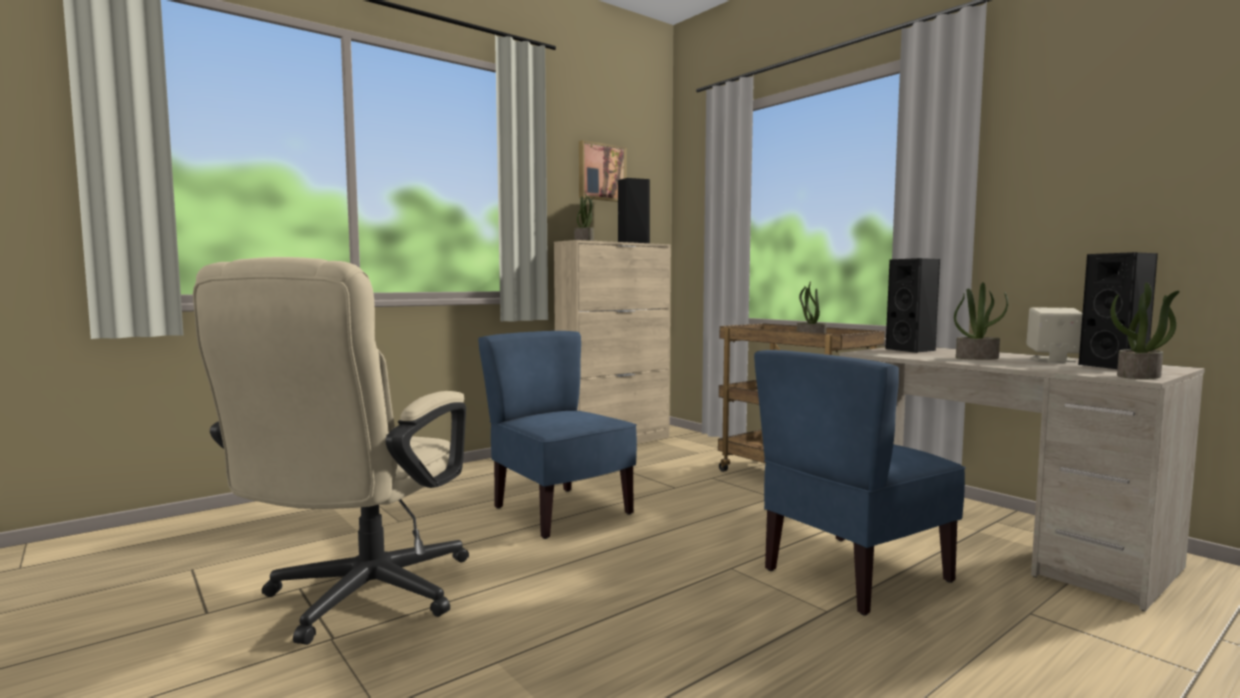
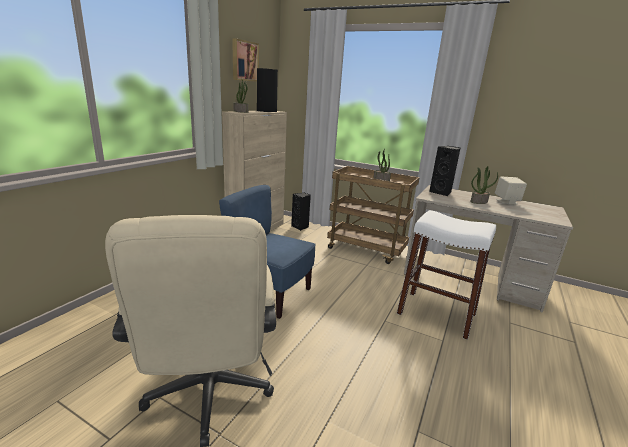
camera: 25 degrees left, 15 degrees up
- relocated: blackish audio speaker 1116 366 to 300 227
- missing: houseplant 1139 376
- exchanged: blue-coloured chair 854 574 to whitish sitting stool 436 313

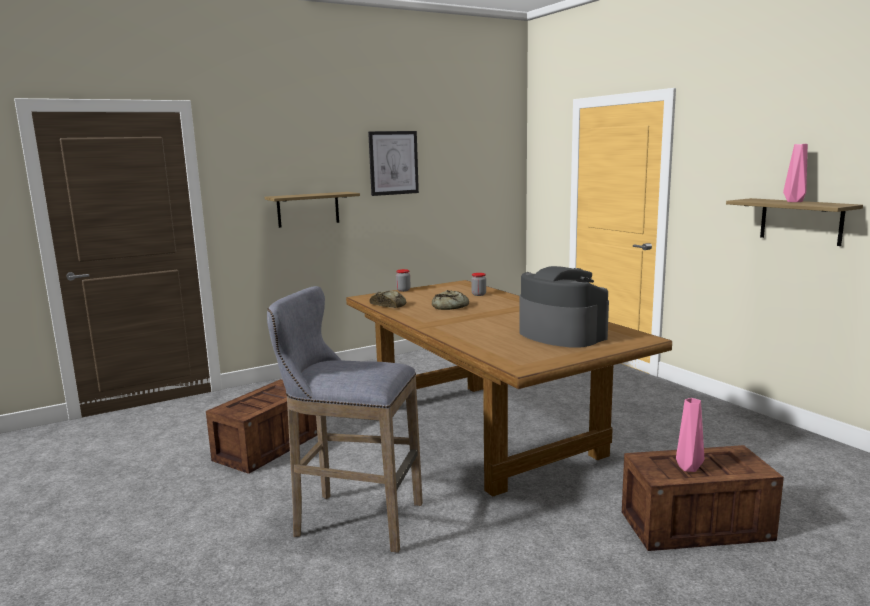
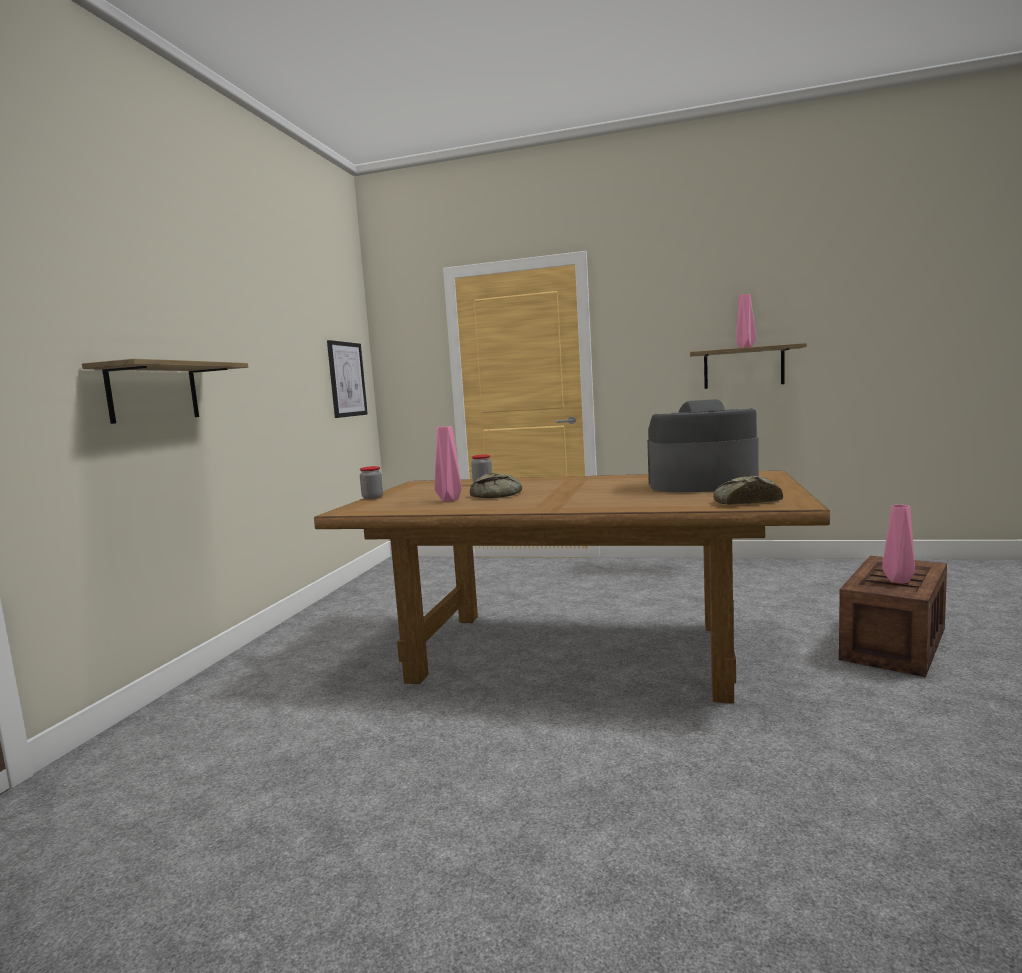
camera: 45 degrees left, 5 degrees down
- relocated: picture 393 163 to 346 379
- missing: greyish sitting stool 352 520
- relocated: bread 389 304 to 744 501
- missing: crate 269 446
- appeared: pinkish decorative vase 450 500

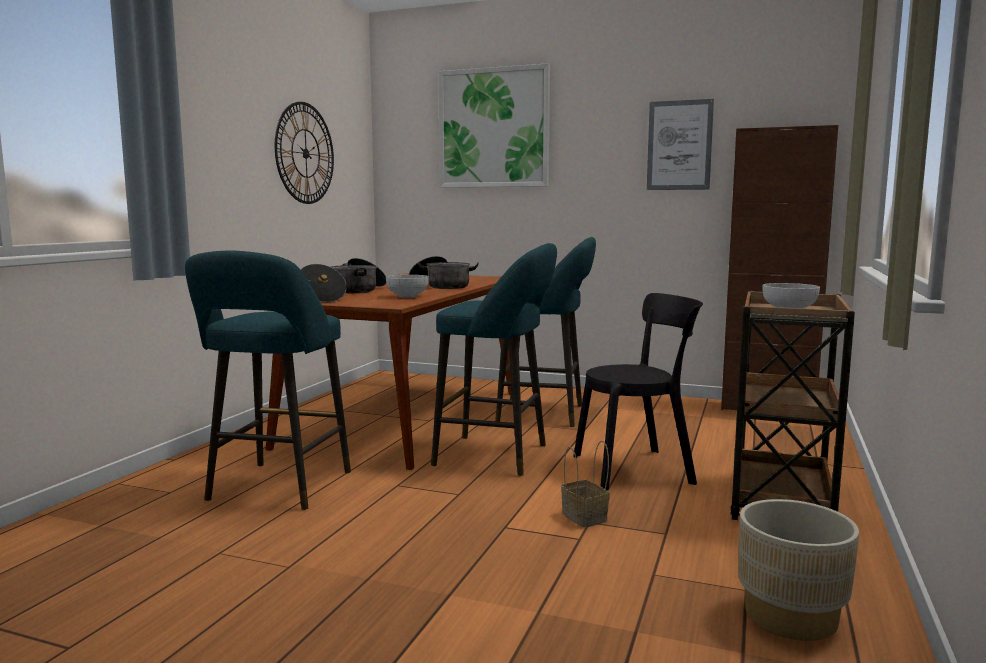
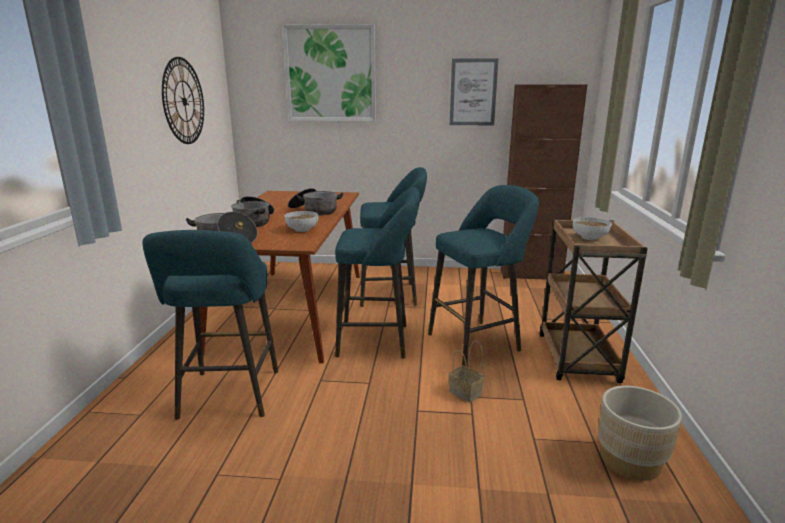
camera: 15 degrees left, 10 degrees up
- exchanged: blackish chair 638 469 to turquoise sitting stool 478 341

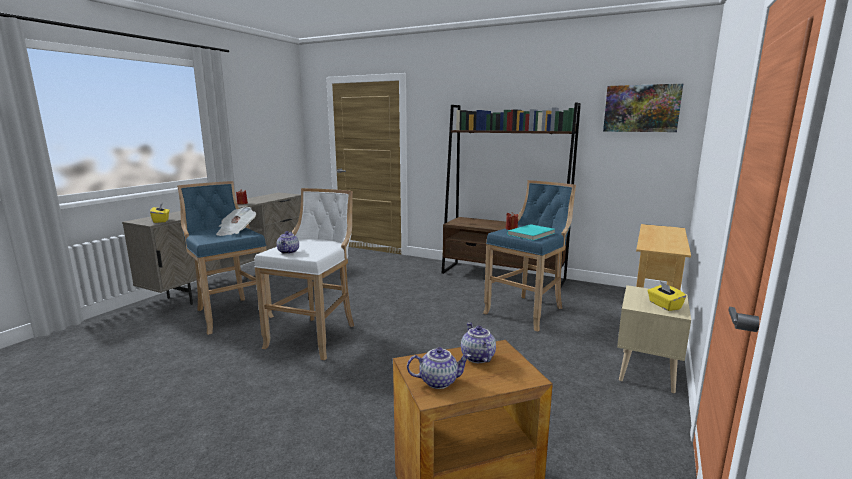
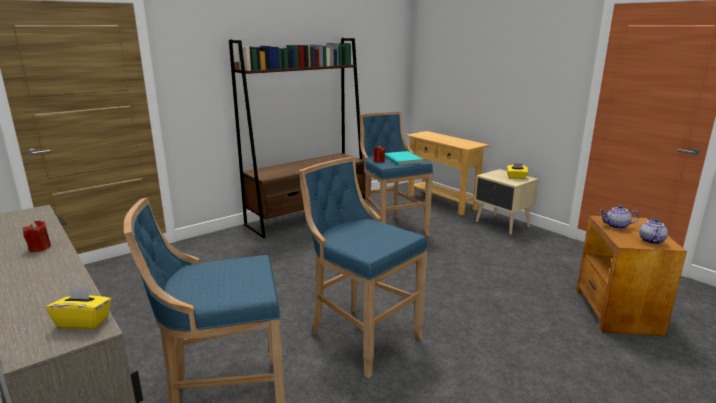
camera: 65 degrees left, 5 degrees up
- missing: picture 641 108
- colour: whitish sitting stool 315 336 to blue-coloured sitting stool 361 336
- missing: daily paper 236 231
- missing: pot for tea 289 252

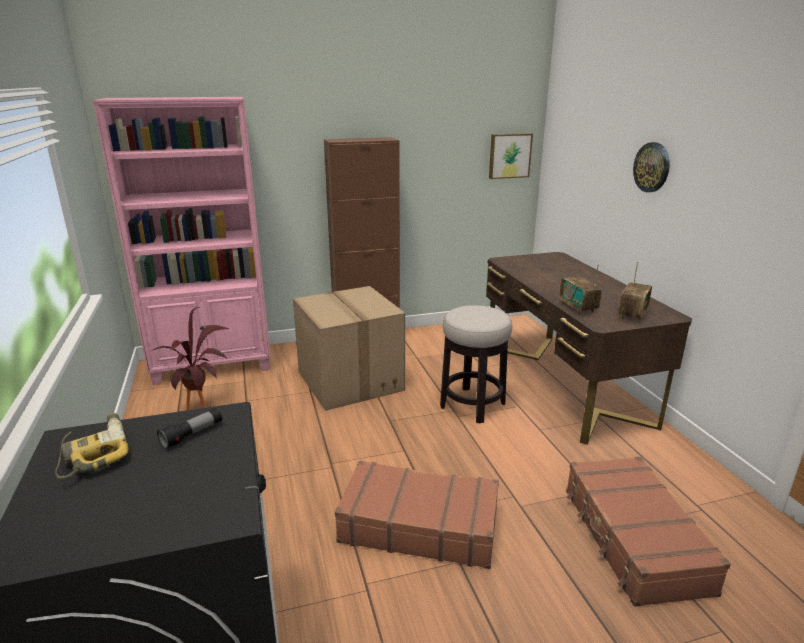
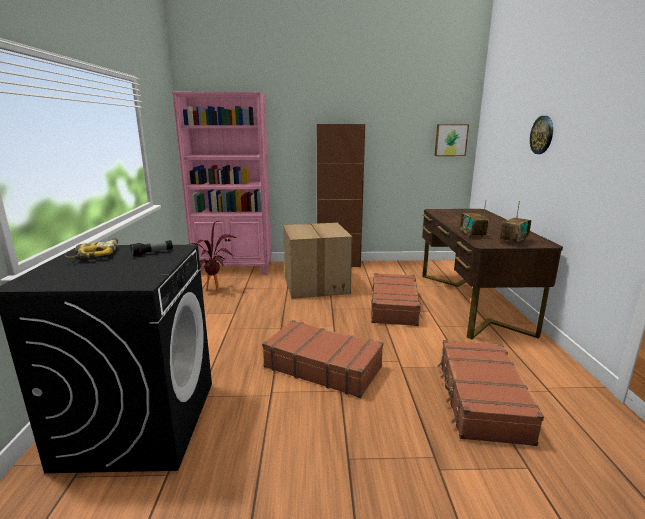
camera: 15 degrees right, 5 degrees down
- exchanged: sitting stool 472 405 to brownish suitcase 394 307

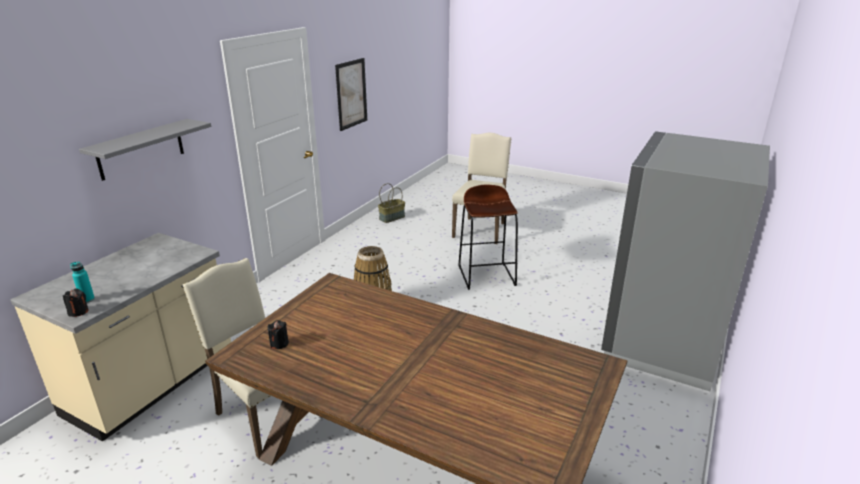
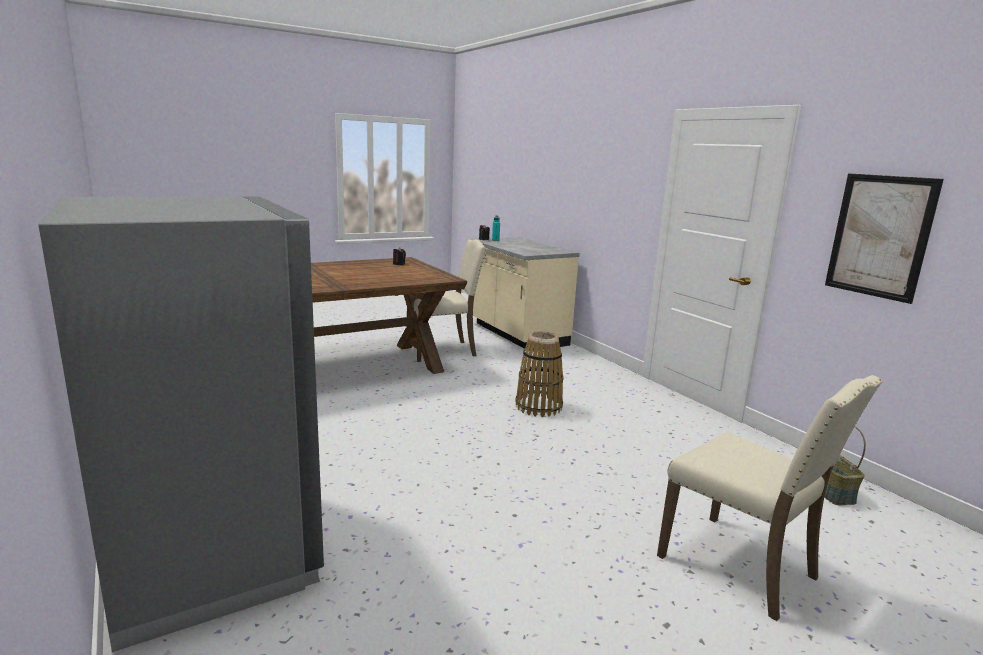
camera: 120 degrees right, 10 degrees down
- missing: greyish bracket shelf 141 149
- missing: brownish sitting stool 486 275

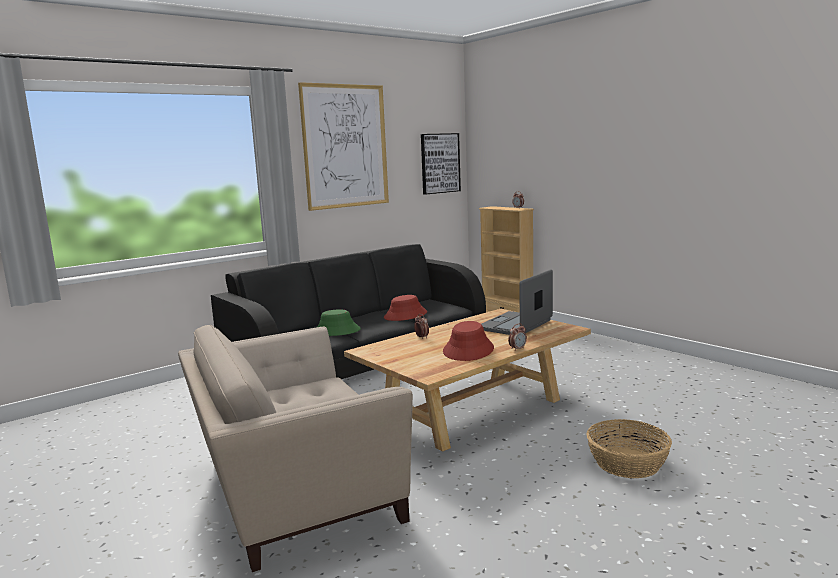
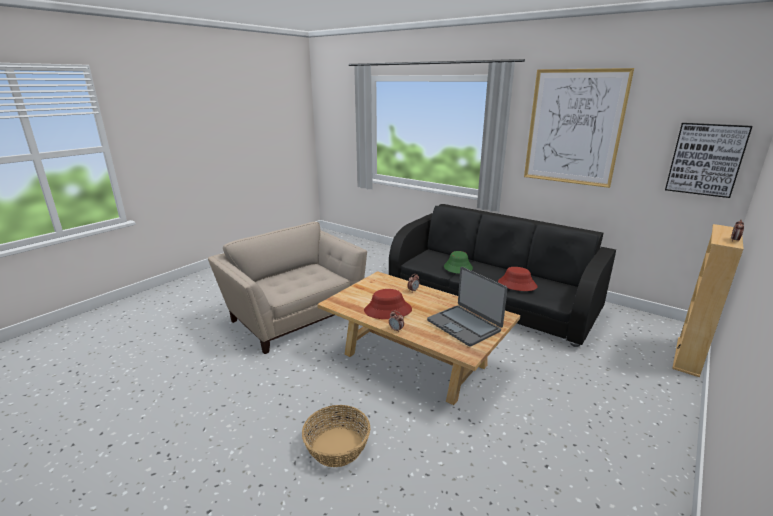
camera: 75 degrees right, 10 degrees up
- spun: notebook computer 516 325 = 464 325 150 degrees counterclockwise

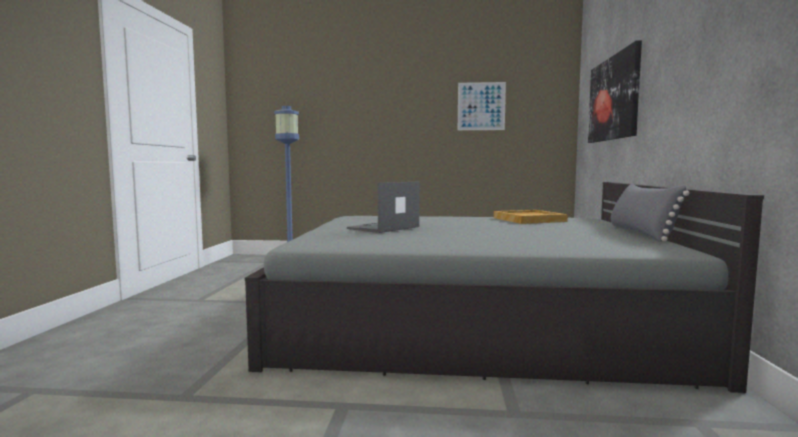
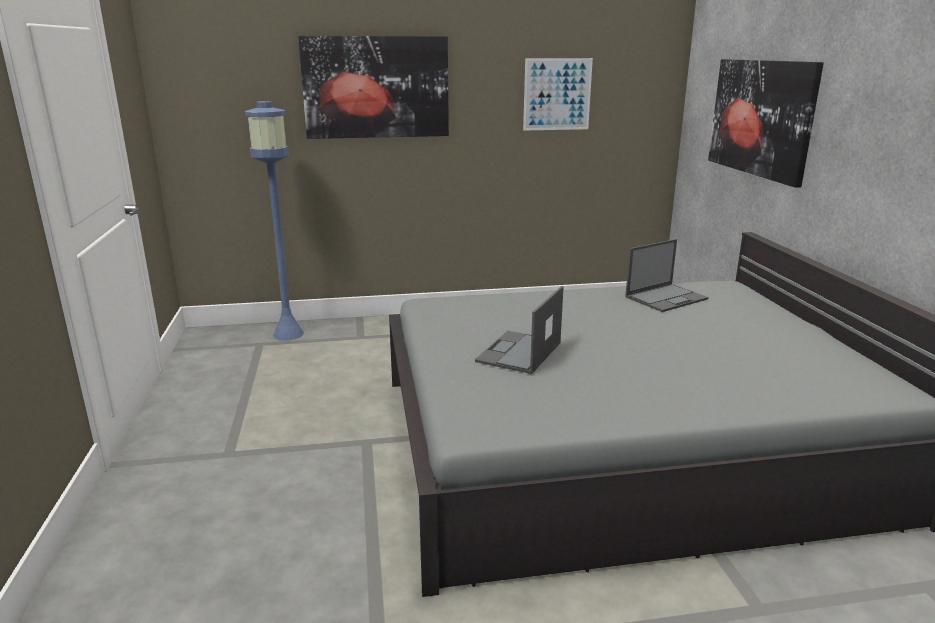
camera: 15 degrees left, 15 degrees up
- missing: greyish throw pillow 641 233
- exchanged: beige-coloured serving tray 529 219 to notebook computer 666 298
- appeared: picture 376 87

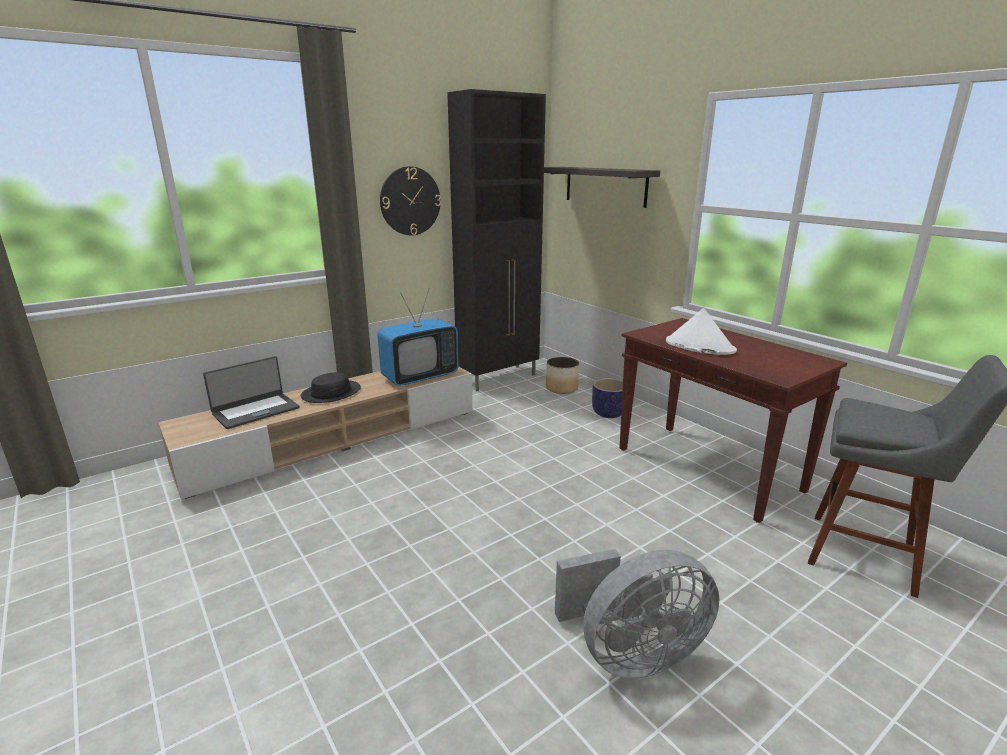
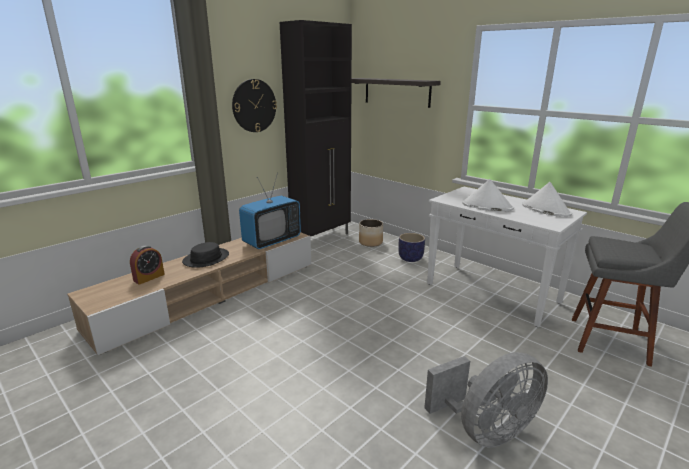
camera: 10 degrees left, 0 degrees up
- colour: brownish hall table 709 470 to whitish hall table 493 293
- exchanged: notebook computer 255 411 to bedside clock 149 277
- appeared: whitish clothing hat 545 209

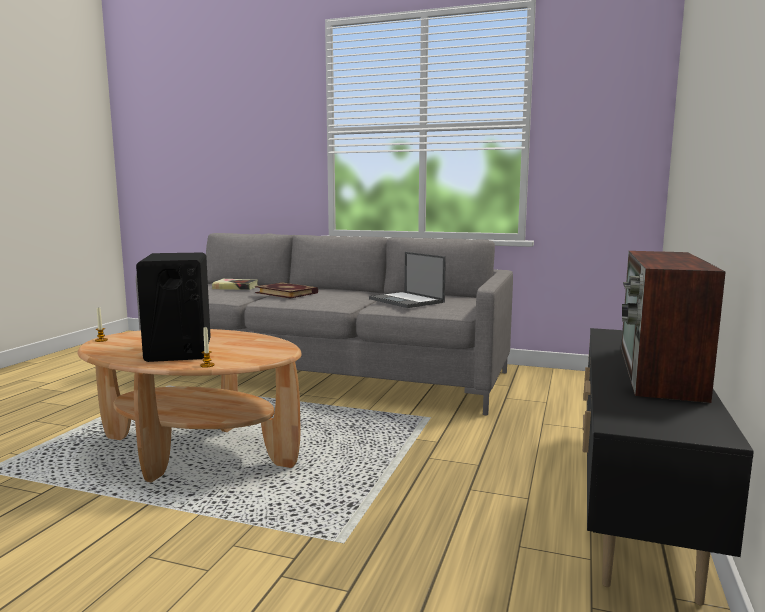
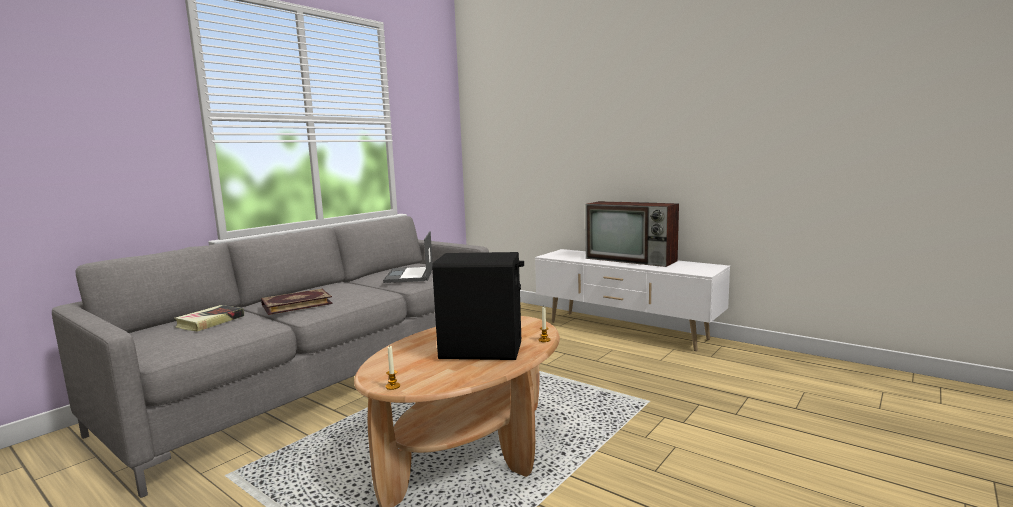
camera: 70 degrees left, 0 degrees up
- spun: notebook computer 407 301 = 409 275 105 degrees clockwise
- colour: blackish tv stand 634 503 to whitish tv stand 625 331

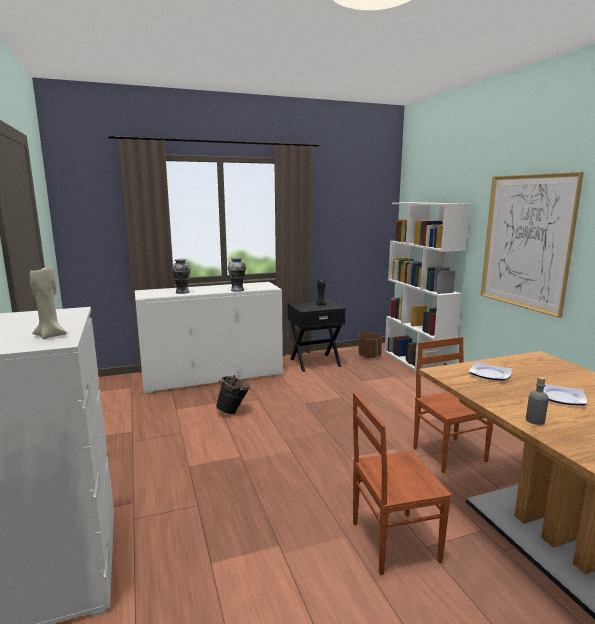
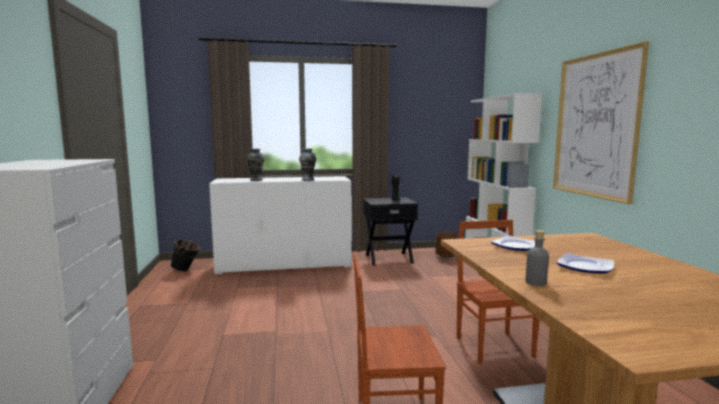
camera: 10 degrees right, 5 degrees down
- missing: beige-coloured wax candle 51 336
- relocated: blackish water bucket 234 412 to 186 270

